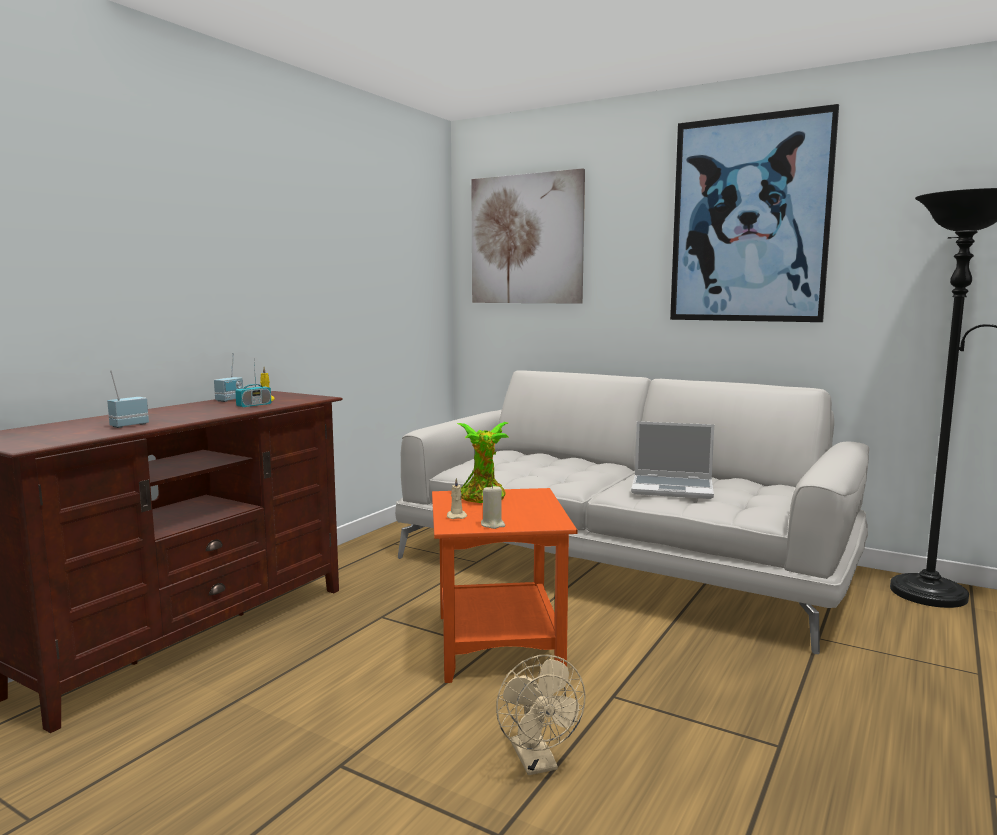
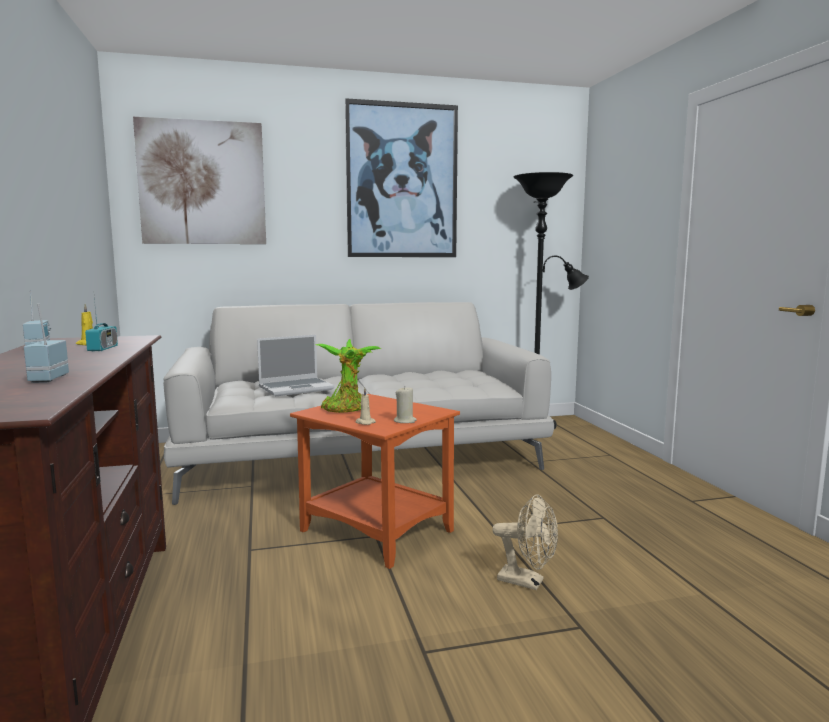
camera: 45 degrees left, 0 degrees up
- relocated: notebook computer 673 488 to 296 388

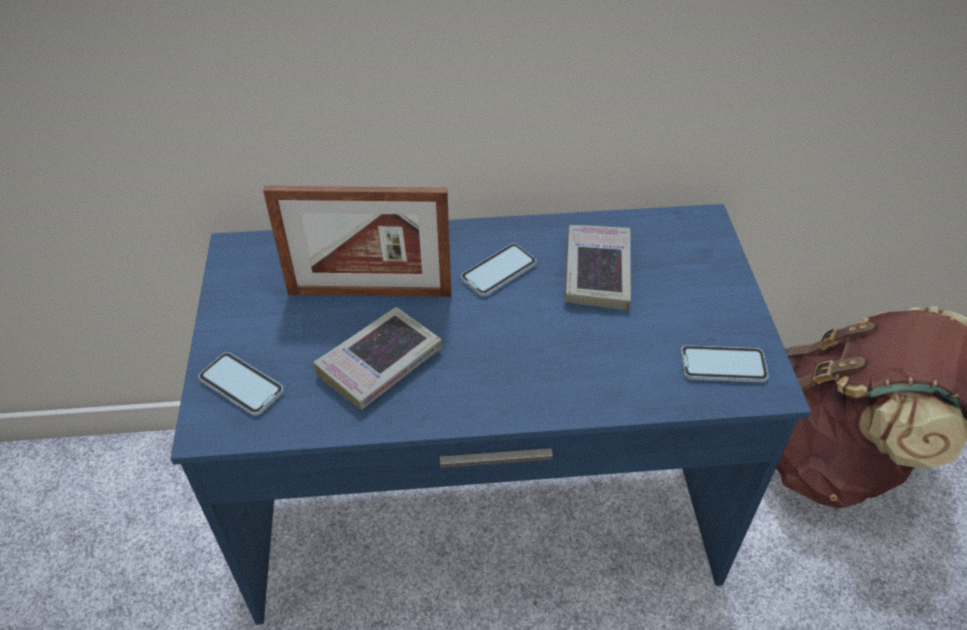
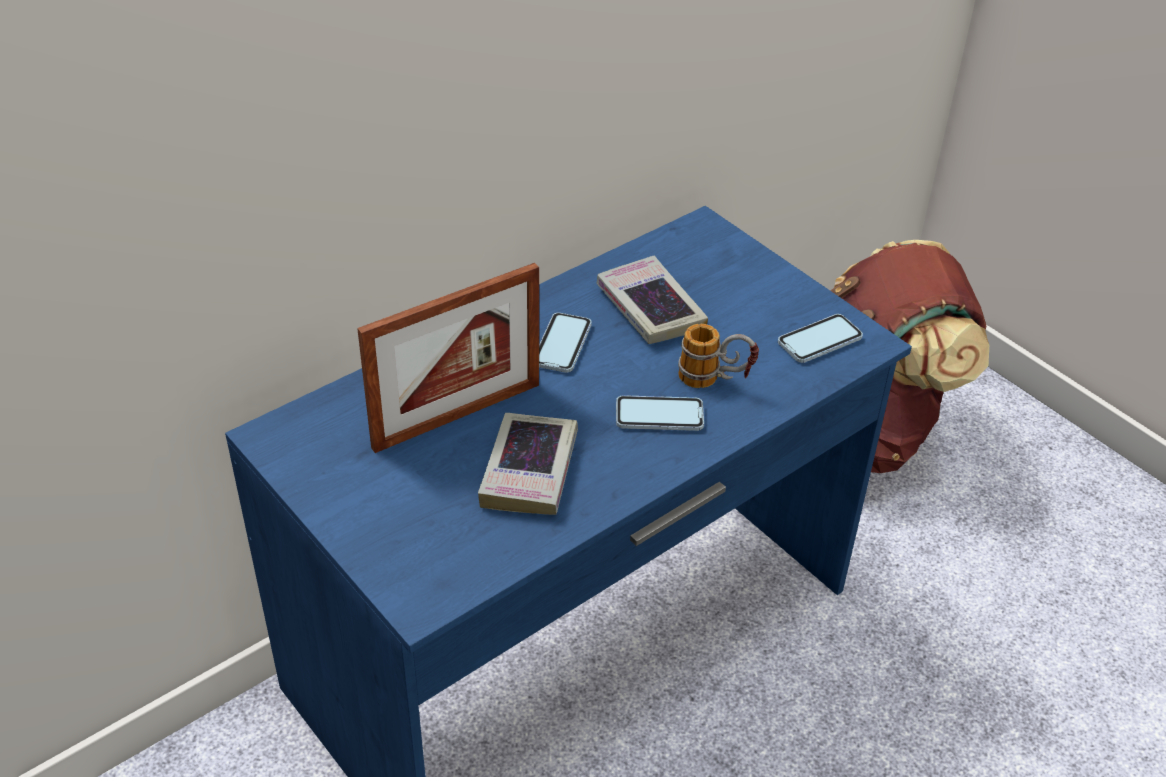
camera: 35 degrees left, 5 degrees down
- relocated: phone 241 385 to 659 415
- appeared: coffee mug 715 381

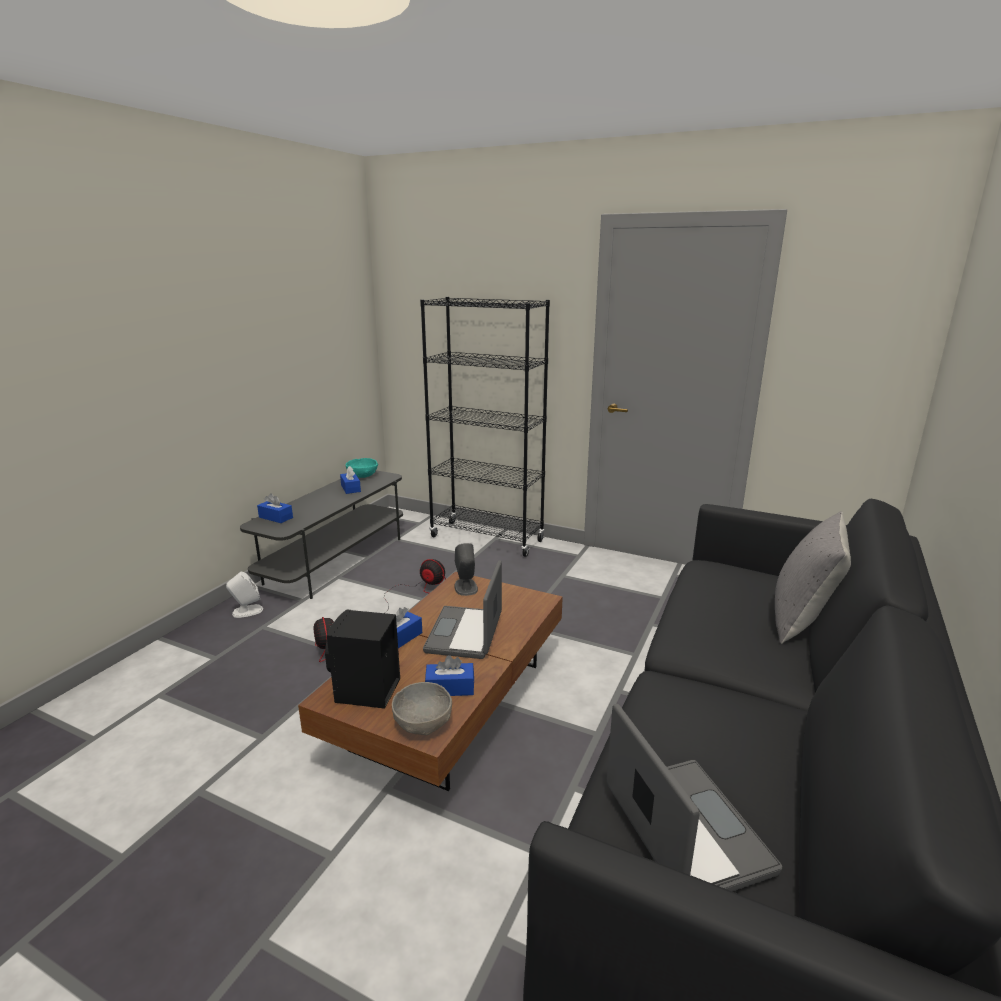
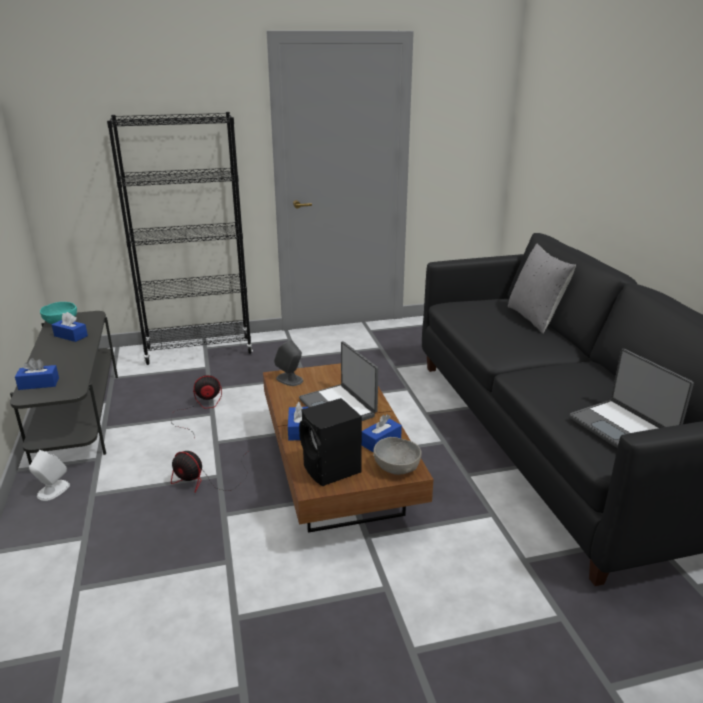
camera: 40 degrees left, 5 degrees up
- spun: notebook computer 683 830 = 623 429 150 degrees counterclockwise

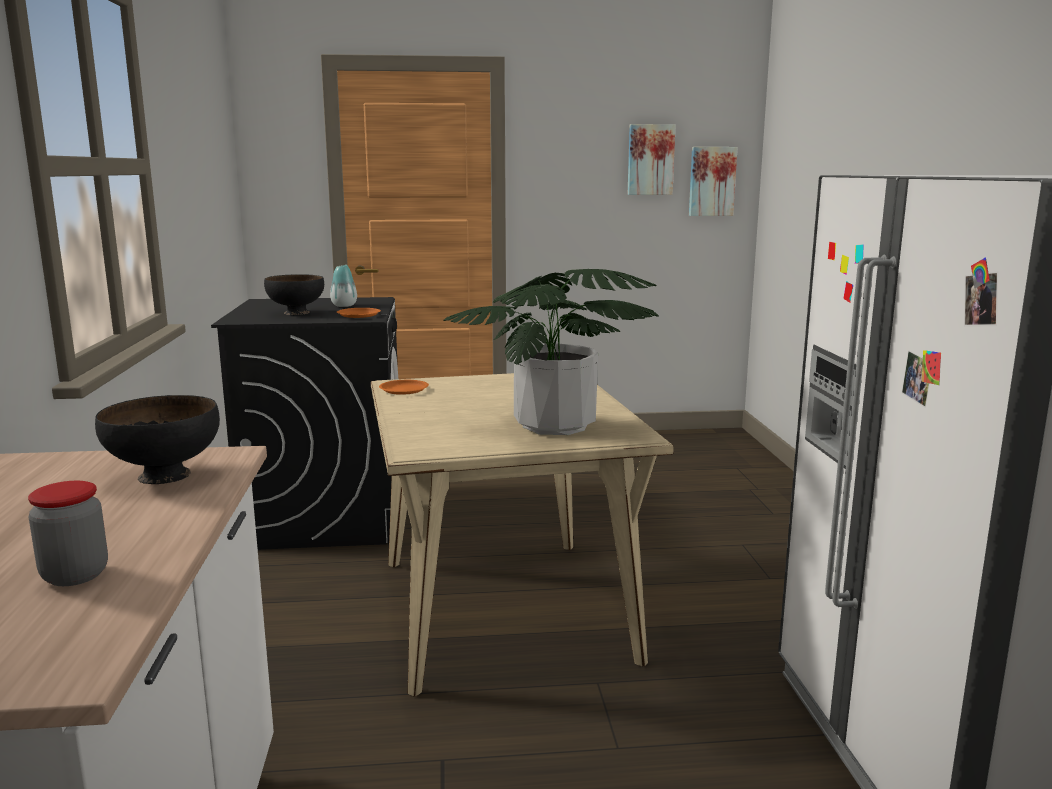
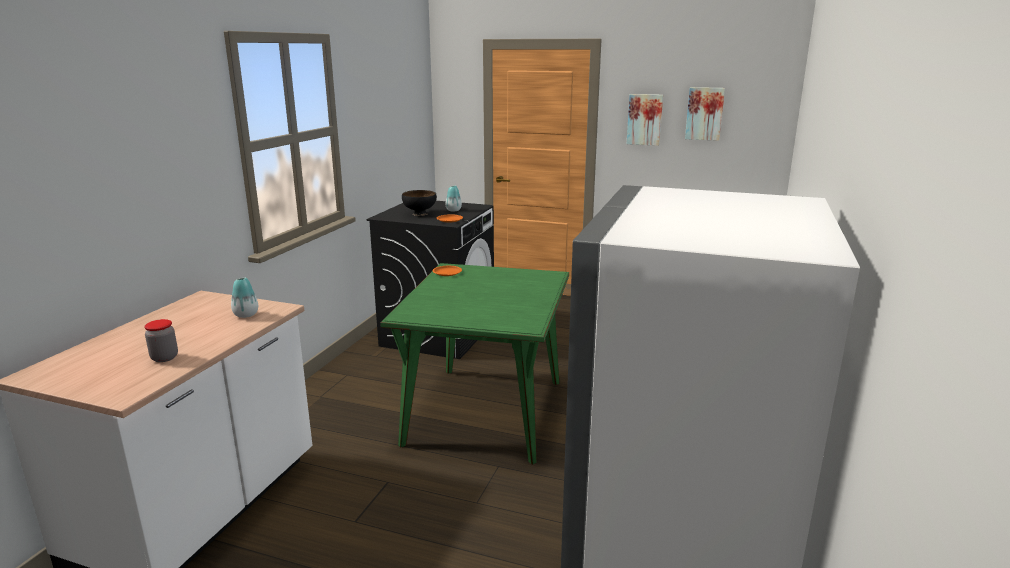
camera: 25 degrees right, 5 degrees up
- relocated: picture 711 181 to 644 119
- missing: houseplant 554 425
- colour: beige-coloured dining table 503 608 to green-coloured dining table 485 411
- exchanged: blackish bowl 166 475 to decorative vase 246 315

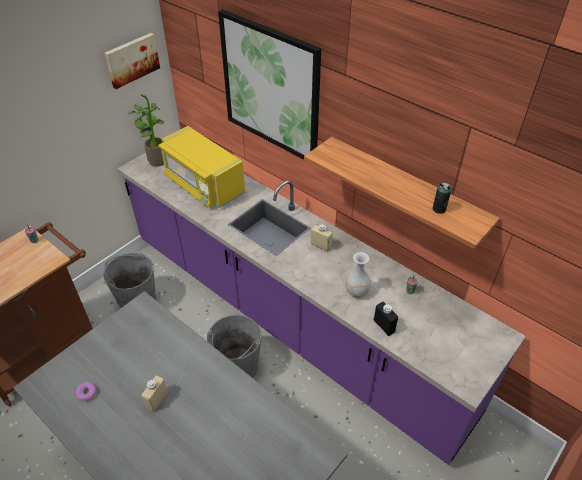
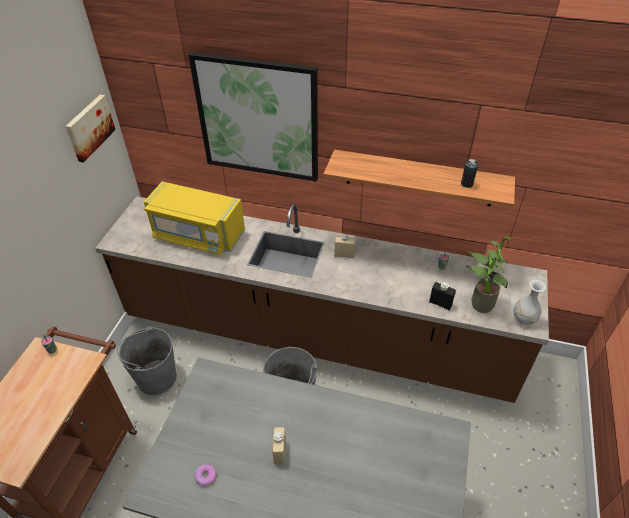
camera: 25 degrees left, 0 degrees up
- relocated: houseplant 155 160 to 478 304
- colour: purple-coloured kitchen counter 291 320 to brownish kitchen counter 315 338
- relocated: whitish decorative vase 356 291 to 523 319

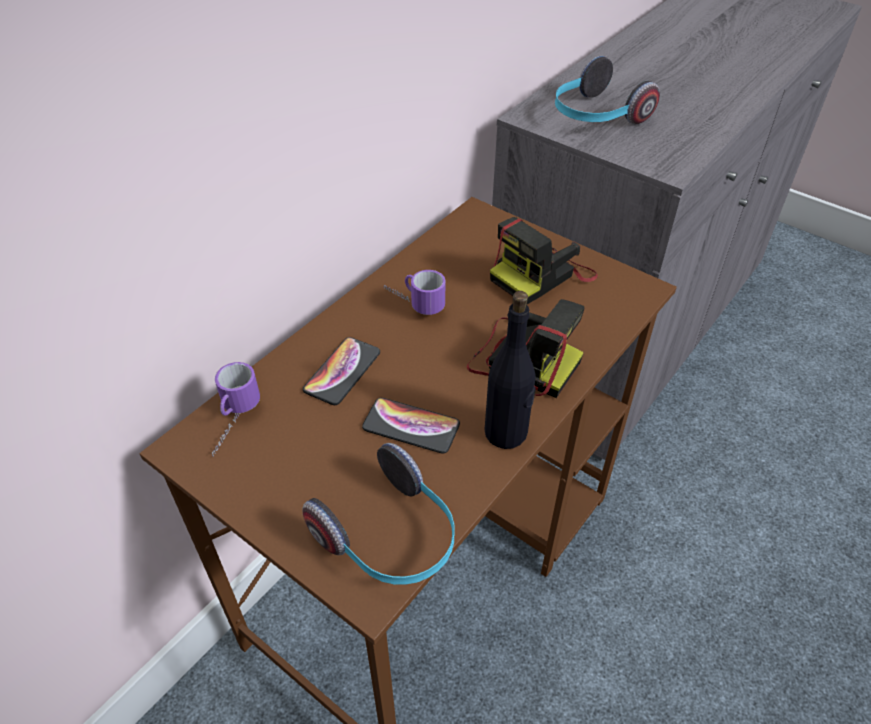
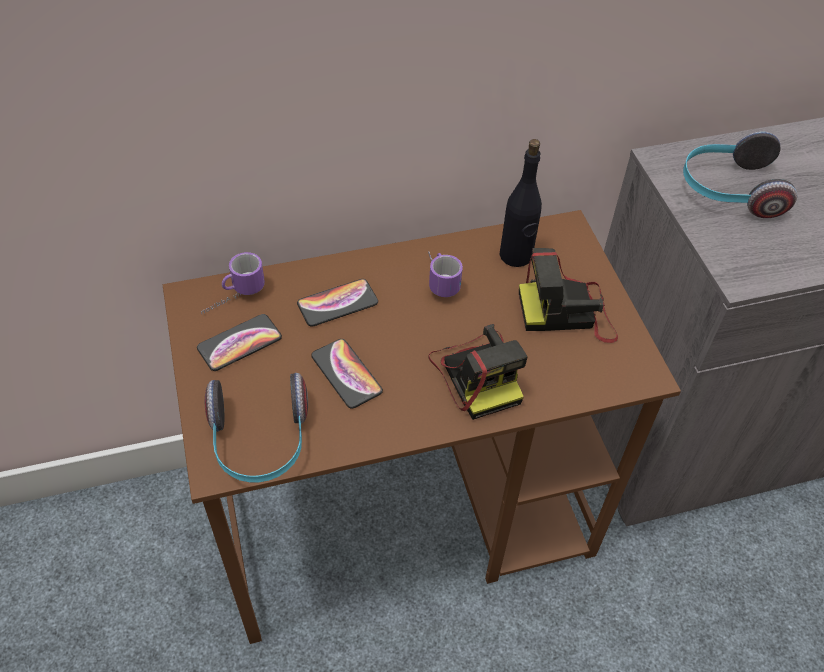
camera: 35 degrees right, 5 degrees up
- relocated: blackish beverage bottle 506 433 to 516 256
- appeared: phone 239 343

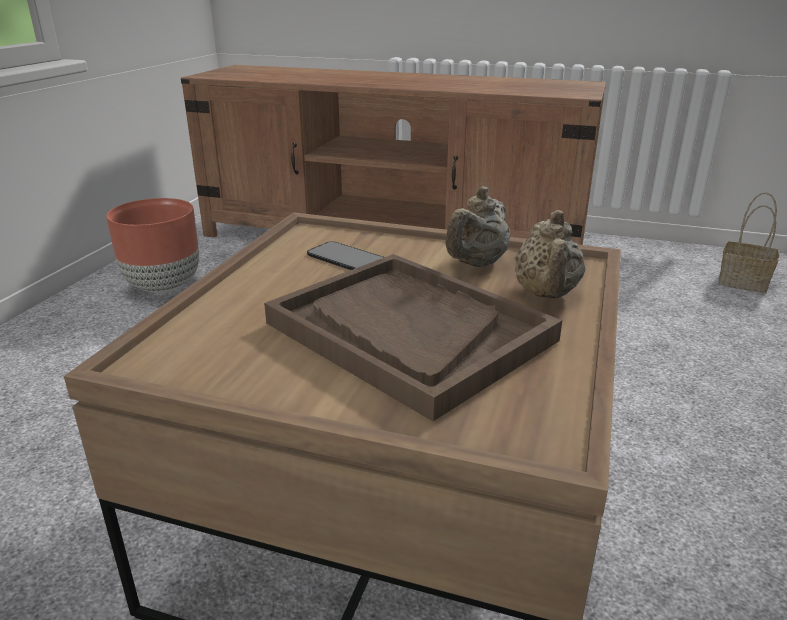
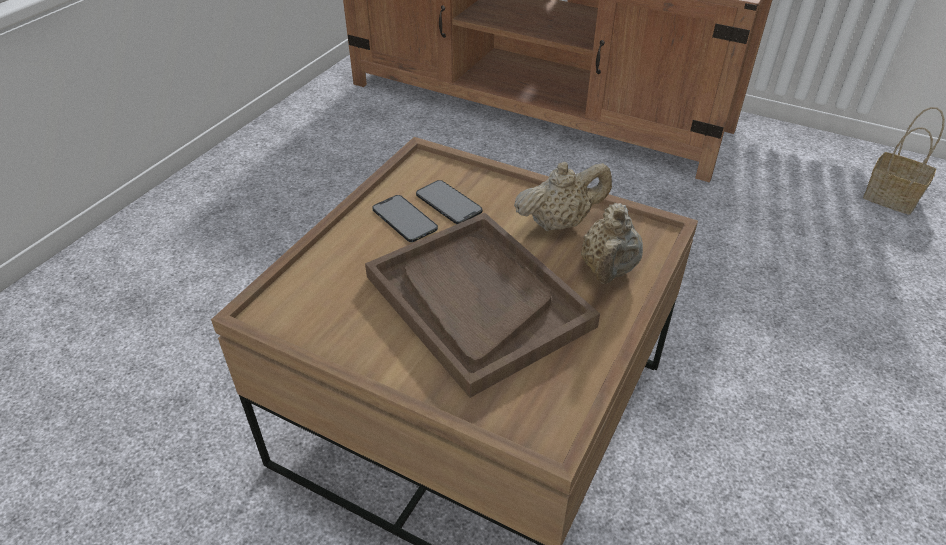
camera: 10 degrees right, 15 degrees up
- spun: beige-coloured pot for tea 475 264 = 560 223 150 degrees counterclockwise
- missing: brownish flower pot 164 286
- appeared: phone 404 218

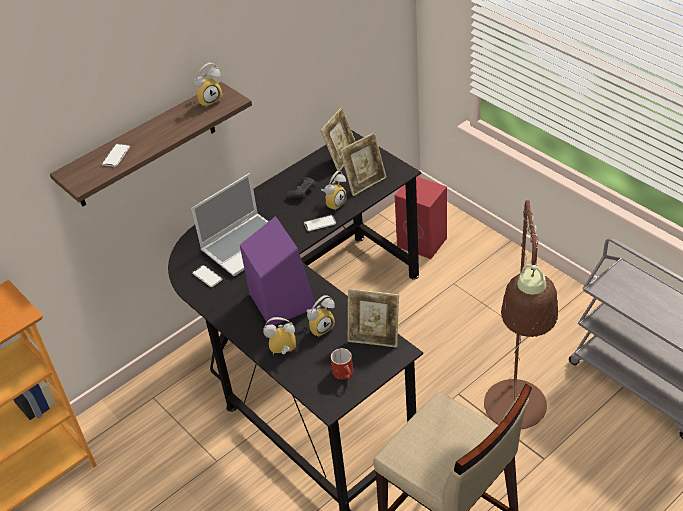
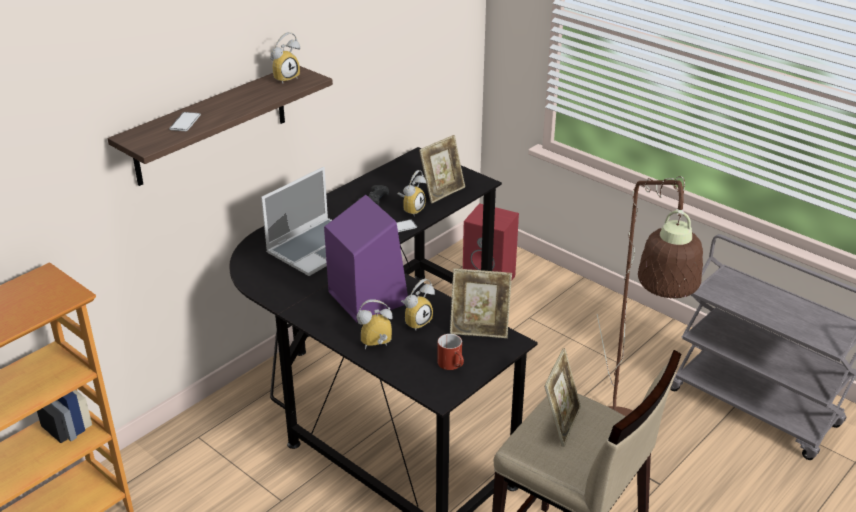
camera: 10 degrees left, 10 degrees down
- relocated: standing frame 341 158 to 560 423
- missing: phone 207 276

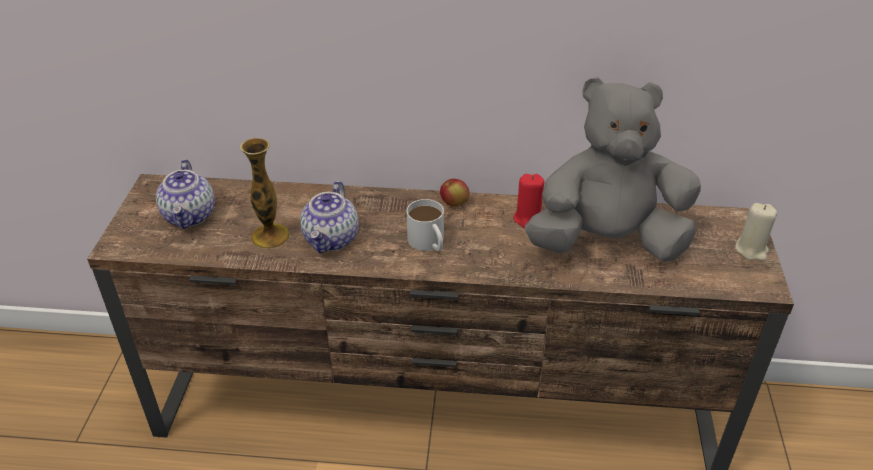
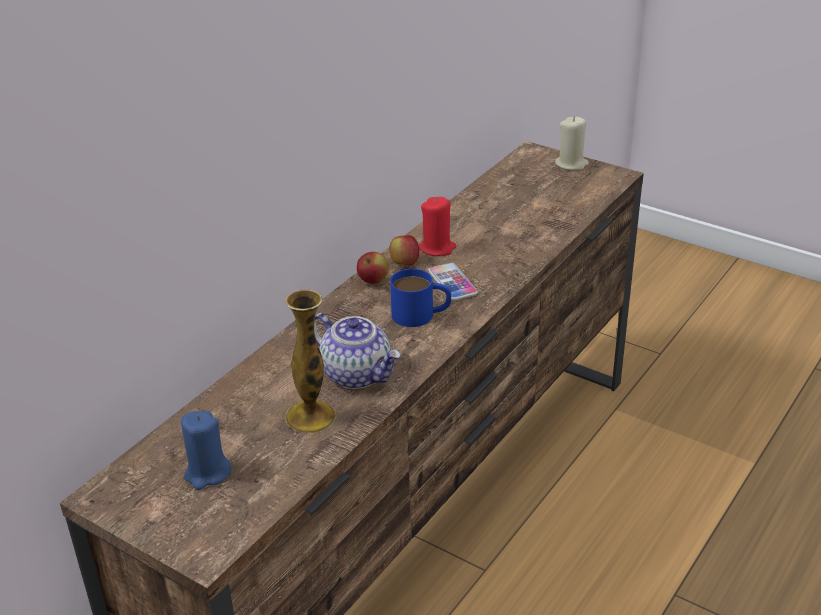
camera: 60 degrees left, 5 degrees down
- missing: greyish cuddly toy 607 242
- exchanged: pot for tea 190 216 to blue-coloured wax candle 207 473
- colour: whitish coffee mug 429 243 to blue-coloured coffee mug 421 314
- appeared: apple 404 263
- appeared: phone 452 283

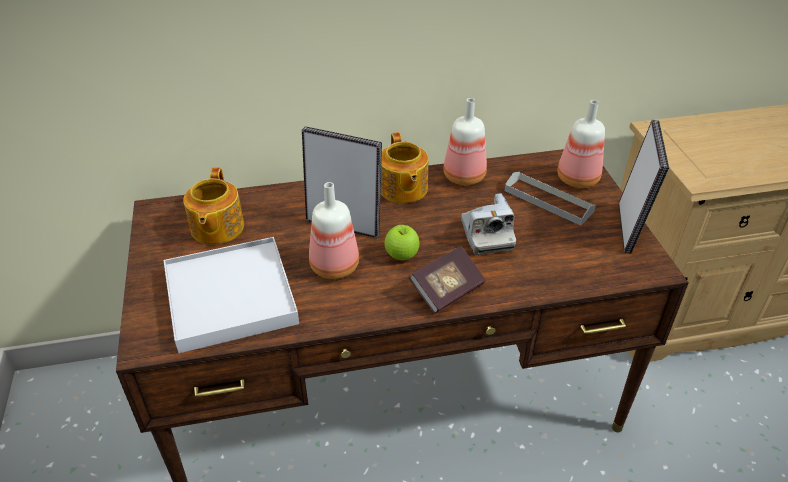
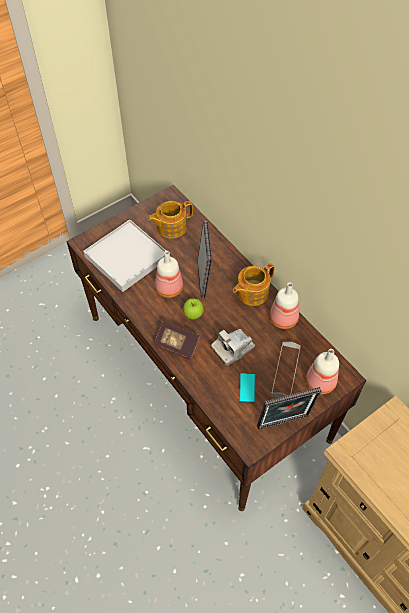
camera: 65 degrees right, 15 degrees up
- appeared: phone 247 388

